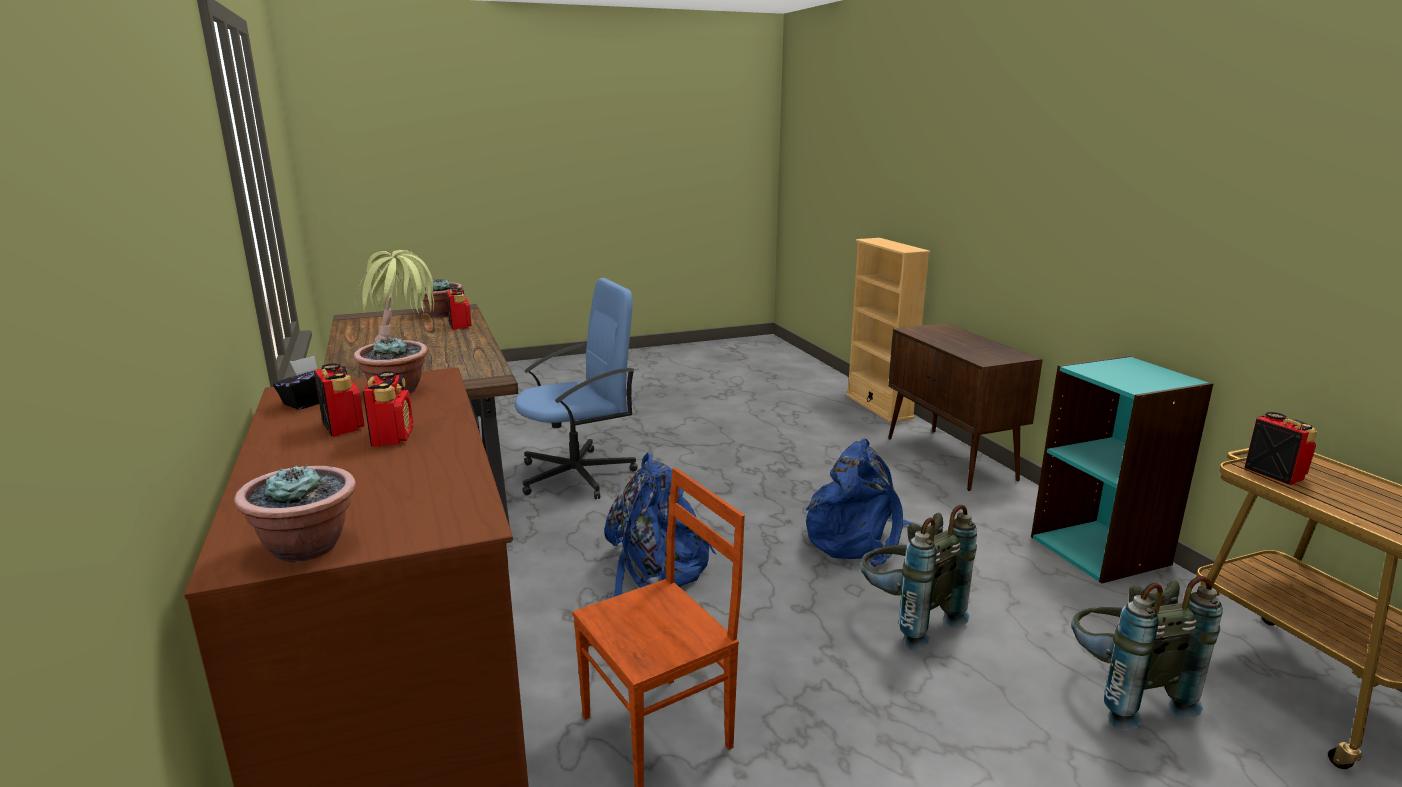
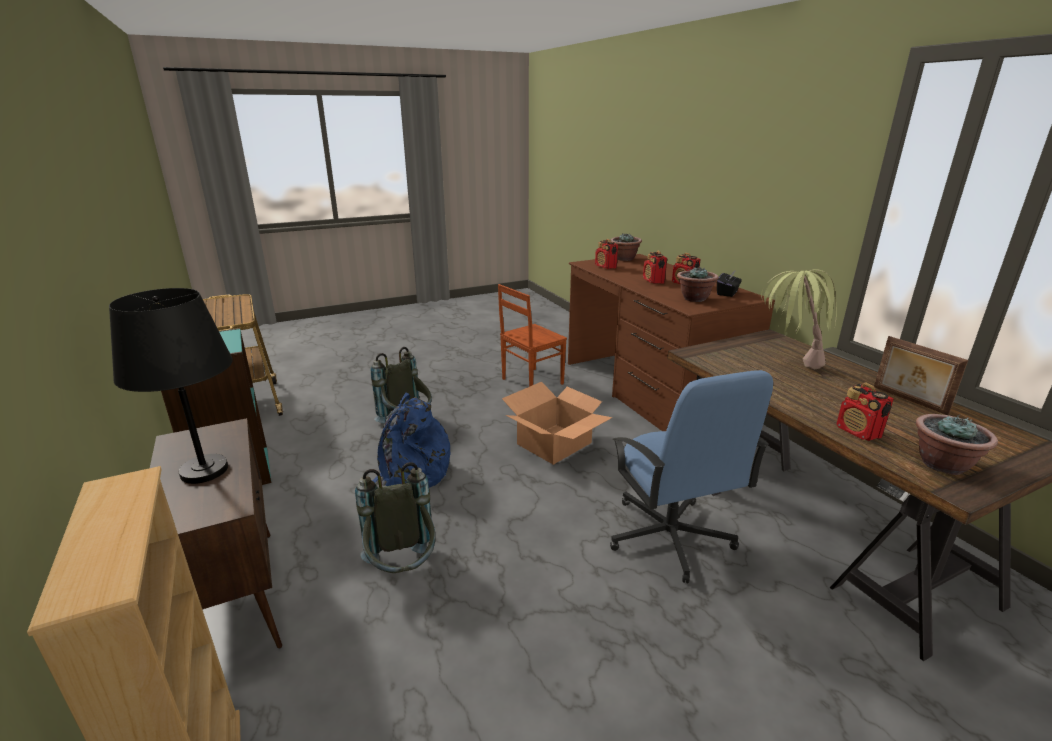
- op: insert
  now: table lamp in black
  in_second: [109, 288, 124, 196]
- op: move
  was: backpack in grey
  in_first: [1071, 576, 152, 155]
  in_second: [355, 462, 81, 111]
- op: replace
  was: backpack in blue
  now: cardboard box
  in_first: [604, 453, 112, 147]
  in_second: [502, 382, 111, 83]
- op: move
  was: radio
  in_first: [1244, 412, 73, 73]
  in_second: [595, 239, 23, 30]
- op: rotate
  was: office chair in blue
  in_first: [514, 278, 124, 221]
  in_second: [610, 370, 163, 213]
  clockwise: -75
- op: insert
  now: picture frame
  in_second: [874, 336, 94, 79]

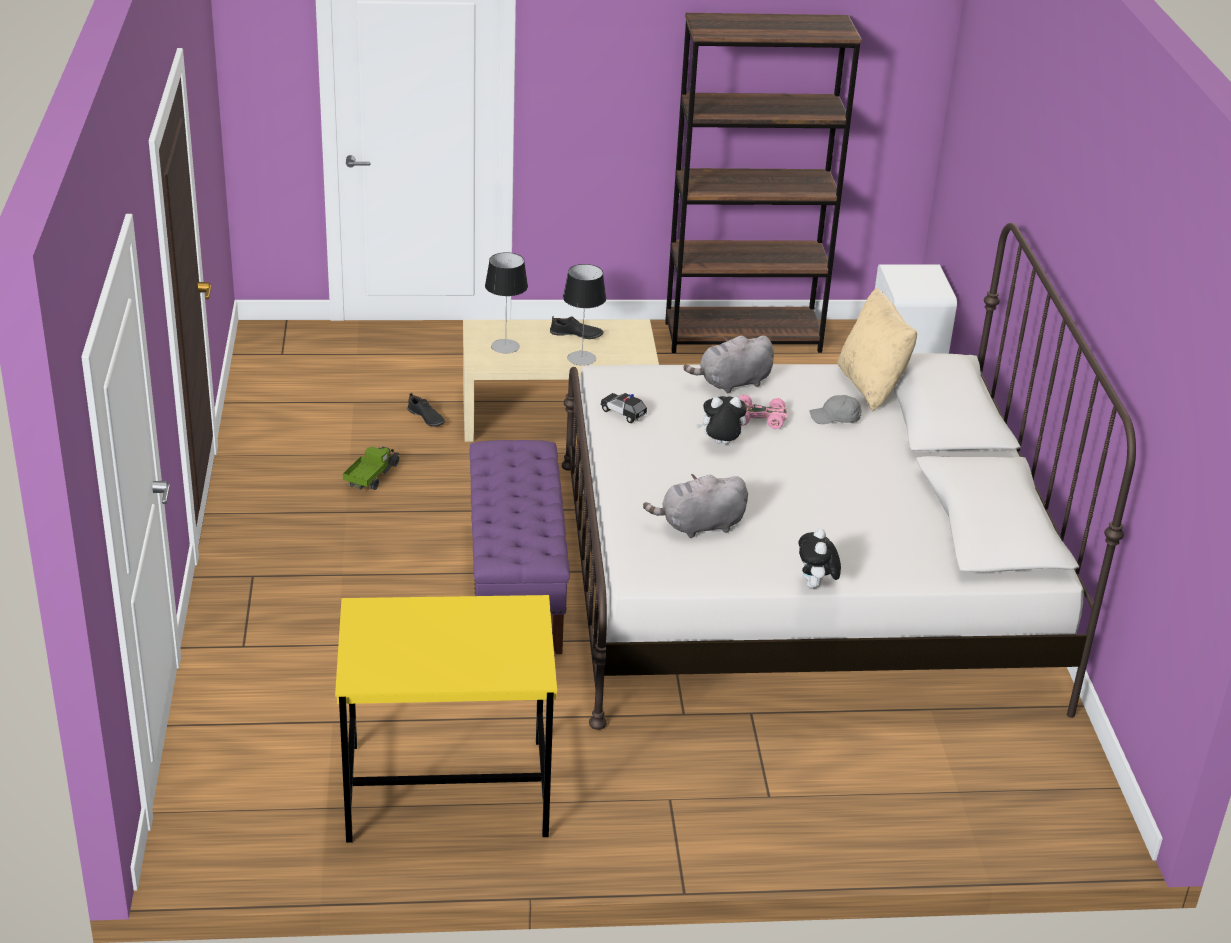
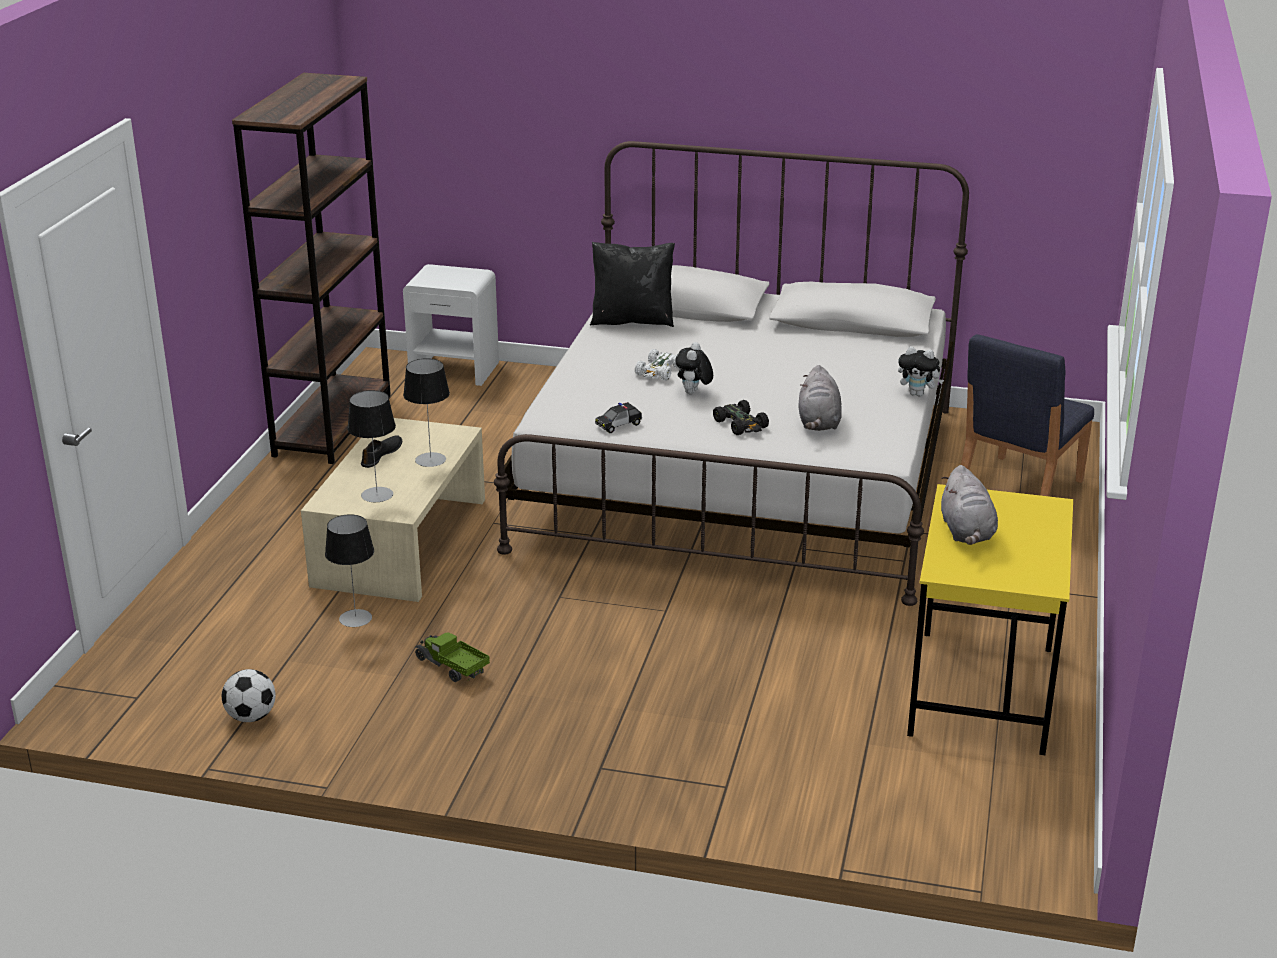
- op: insert
  now: football
  in_second: [222, 669, 54, 53]
- op: replace
  was: shoe in black
  now: table lamp
  in_first: [408, 393, 37, 34]
  in_second: [325, 514, 49, 113]
- op: recolor
  was: pillow in beige
  now: pillow in black
  in_first: [837, 288, 80, 123]
  in_second: [590, 242, 85, 85]
- op: recolor
  was: toy car in pink
  now: toy car in white
  in_first: [739, 395, 48, 34]
  in_second: [635, 349, 44, 32]
- op: insert
  now: toy car in black
  in_second: [713, 400, 56, 35]
- op: move
  was: plush toy in grey
  in_first: [683, 336, 91, 57]
  in_second: [941, 465, 57, 80]
- op: insert
  now: chair in blue
  in_second: [961, 334, 133, 162]
- op: delete
  was: bench in purple
  in_first: [470, 440, 100, 214]
- op: delete
  was: cap in grey
  in_first: [810, 395, 52, 29]

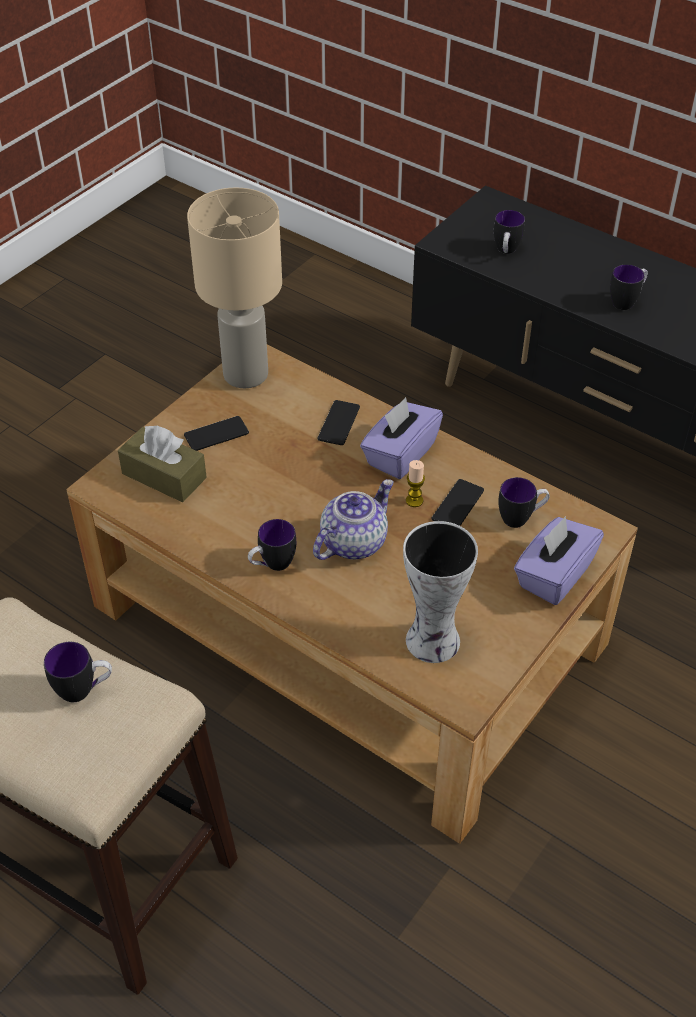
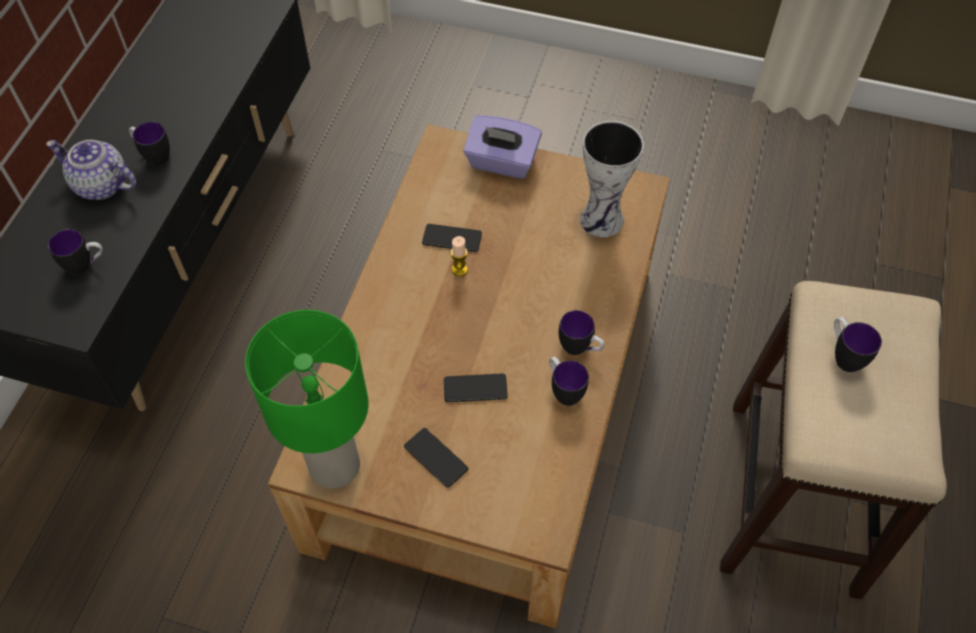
- op: move
  was: teapot
  in_first: [313, 479, 81, 81]
  in_second: [46, 140, 90, 60]
- op: recolor
  was: table lamp in beige
  now: table lamp in green
  in_first: [187, 188, 95, 200]
  in_second: [245, 310, 124, 179]
- op: move
  was: phone
  in_first: [318, 400, 42, 45]
  in_second: [444, 373, 64, 29]
- op: move
  was: mug
  in_first: [498, 477, 52, 51]
  in_second: [549, 357, 40, 49]
- op: delete
  was: tissue box in brown
  in_first: [118, 426, 89, 76]
- op: delete
  was: tissue box in purple
  in_first: [360, 397, 83, 82]

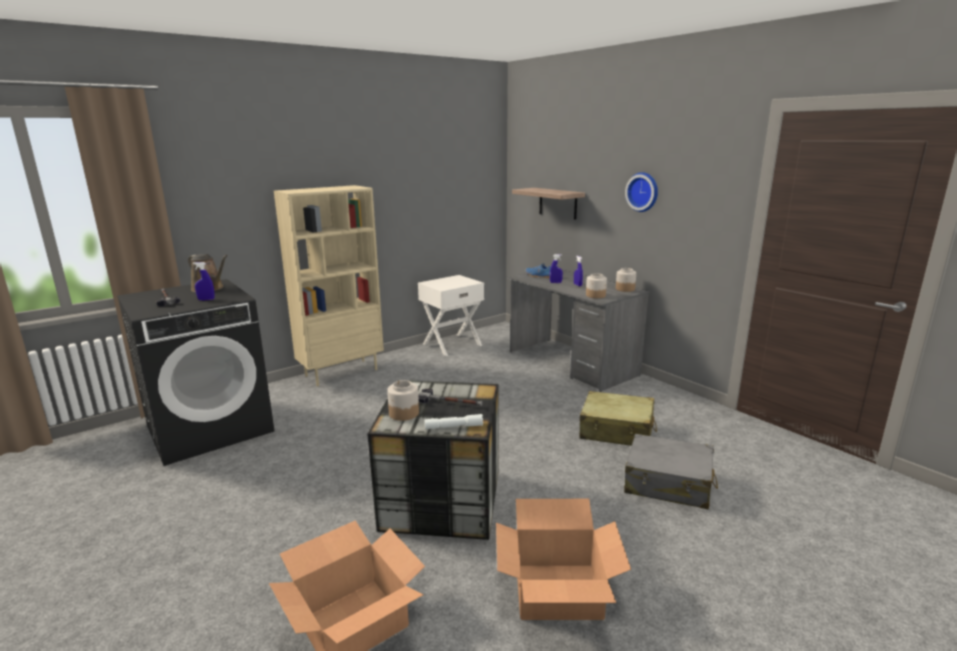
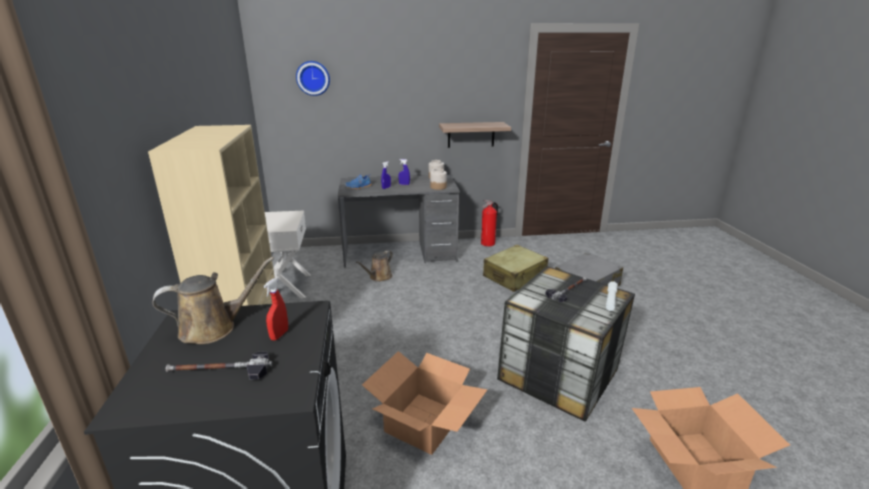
- op: recolor
  was: spray bottle in blue
  now: spray bottle in red
  in_first: [193, 262, 22, 38]
  in_second: [263, 278, 25, 62]
- op: move
  was: wall clock
  in_first: [625, 172, 33, 40]
  in_second: [296, 61, 34, 35]
- op: insert
  now: watering can in brown
  in_second: [356, 250, 37, 32]
- op: move
  was: cardboard box
  in_first: [496, 499, 135, 121]
  in_second: [362, 351, 125, 104]
- op: move
  was: shelf
  in_first: [512, 188, 73, 32]
  in_second: [439, 122, 72, 26]
- op: insert
  now: fire extinguisher
  in_second: [481, 200, 17, 47]
- op: delete
  was: jar
  in_first: [387, 380, 32, 41]

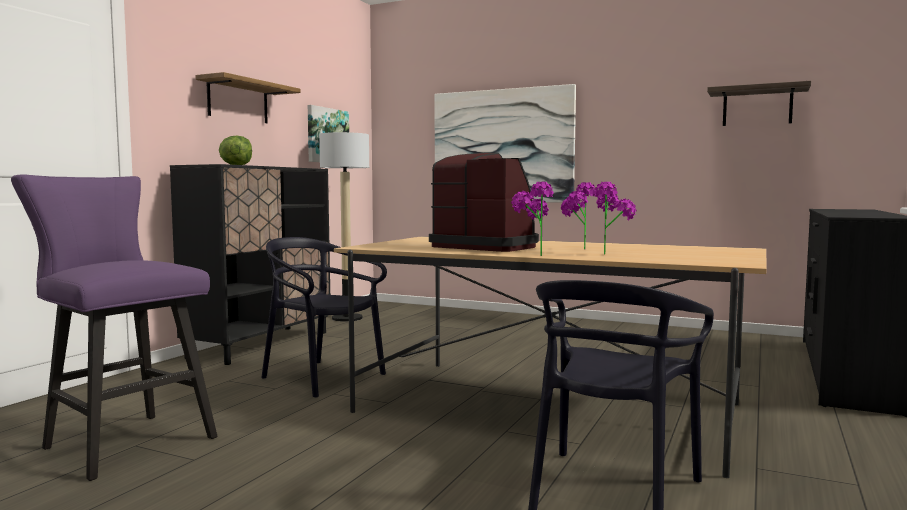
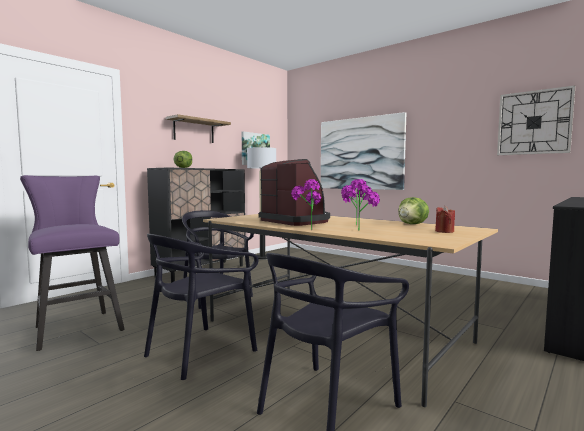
- op: insert
  now: chair in black
  in_second: [144, 234, 115, 146]
- op: insert
  now: lettuce
  in_second: [399, 197, 30, 27]
- op: insert
  now: candle in red
  in_second: [435, 206, 20, 27]
- op: replace
  was: shelf
  now: wall clock
  in_first: [707, 81, 104, 45]
  in_second: [497, 85, 78, 70]

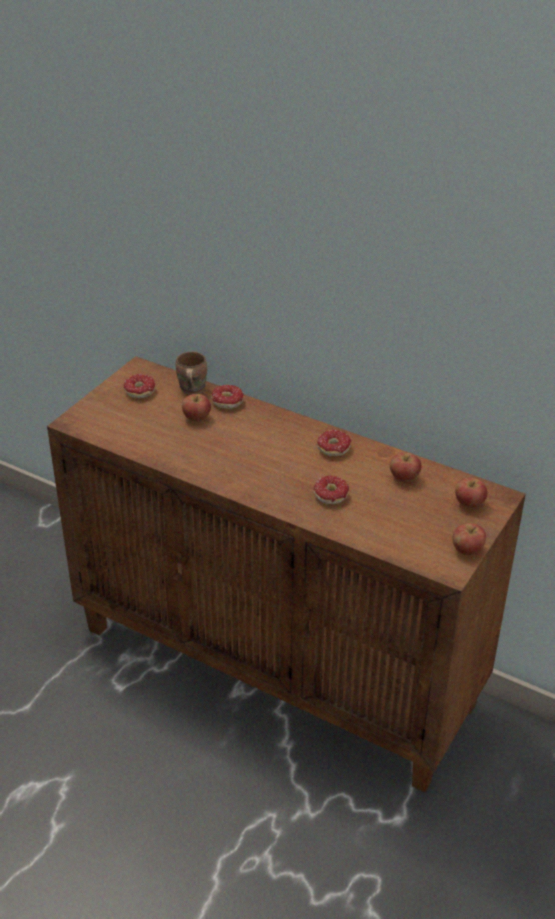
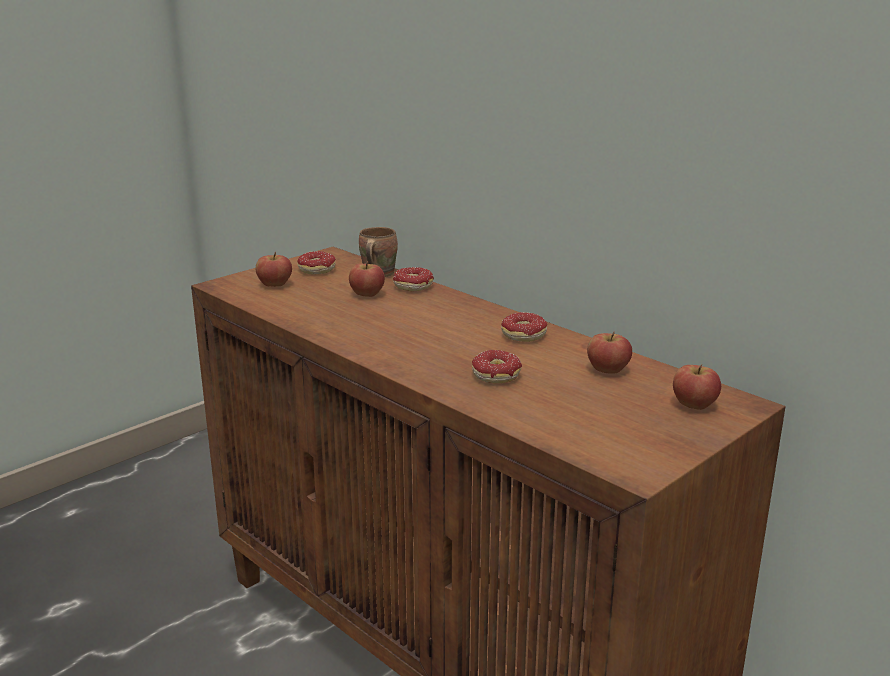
- op: move
  was: apple
  in_first: [453, 523, 33, 32]
  in_second: [256, 252, 36, 35]

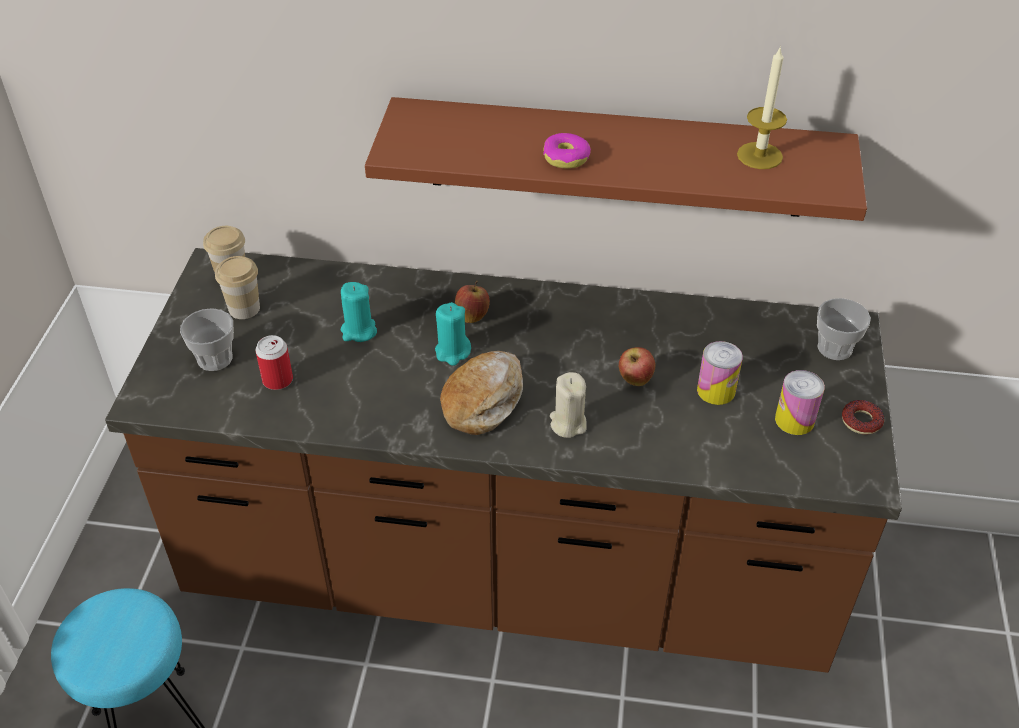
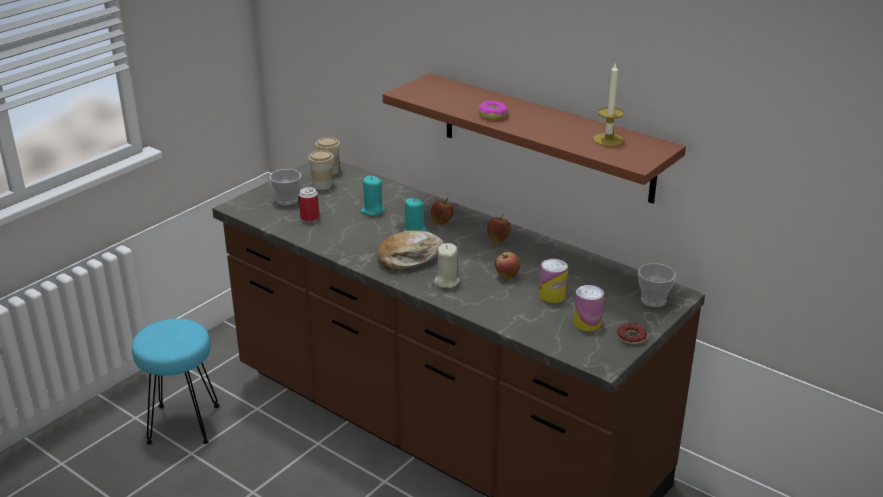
- op: insert
  now: apple
  in_second: [487, 214, 24, 29]

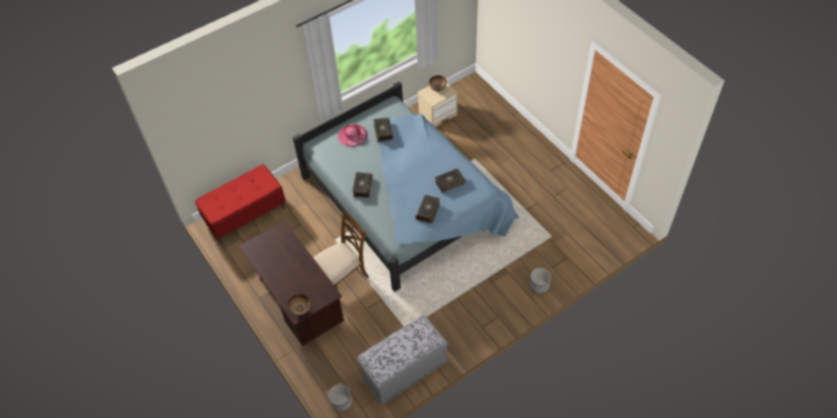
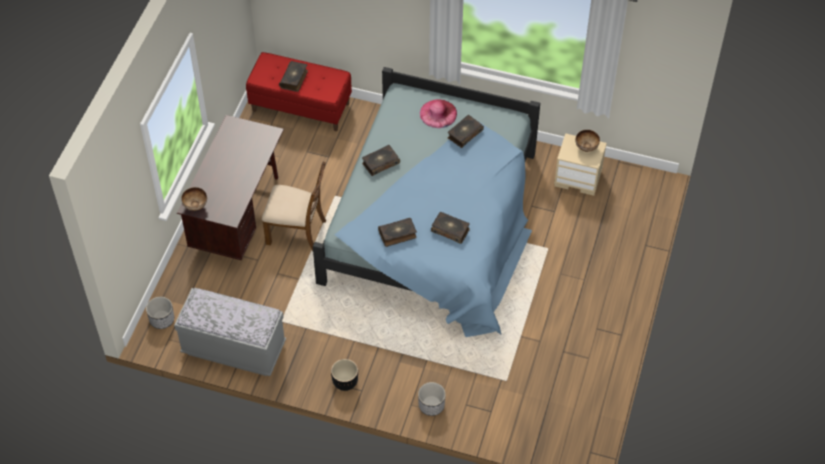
- op: insert
  now: book
  in_second: [279, 61, 29, 31]
- op: insert
  now: planter in black
  in_second: [331, 359, 27, 32]

